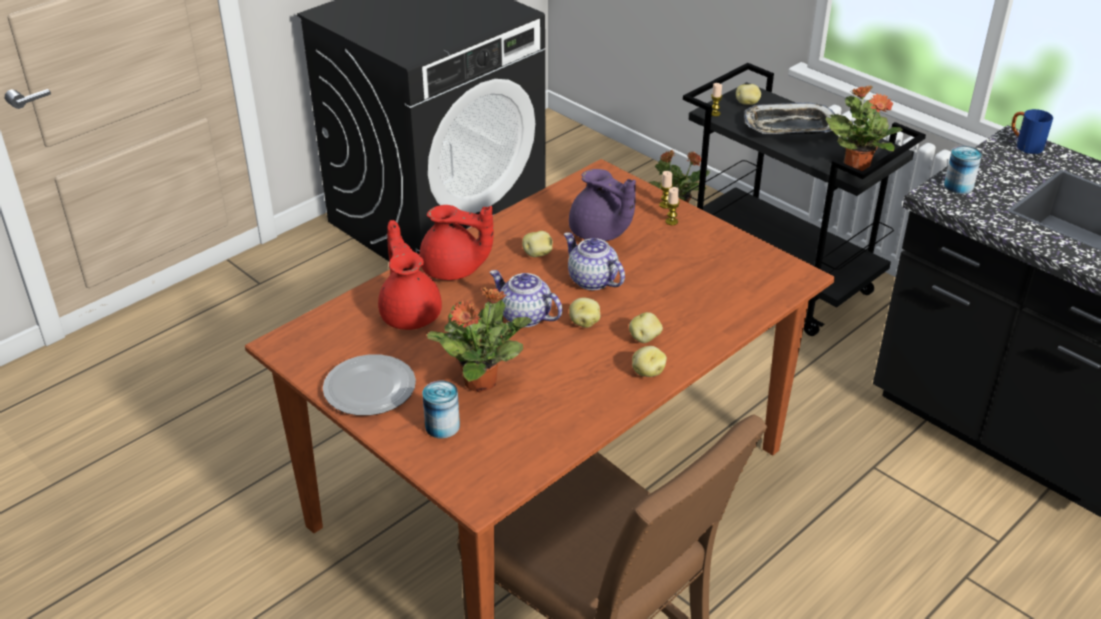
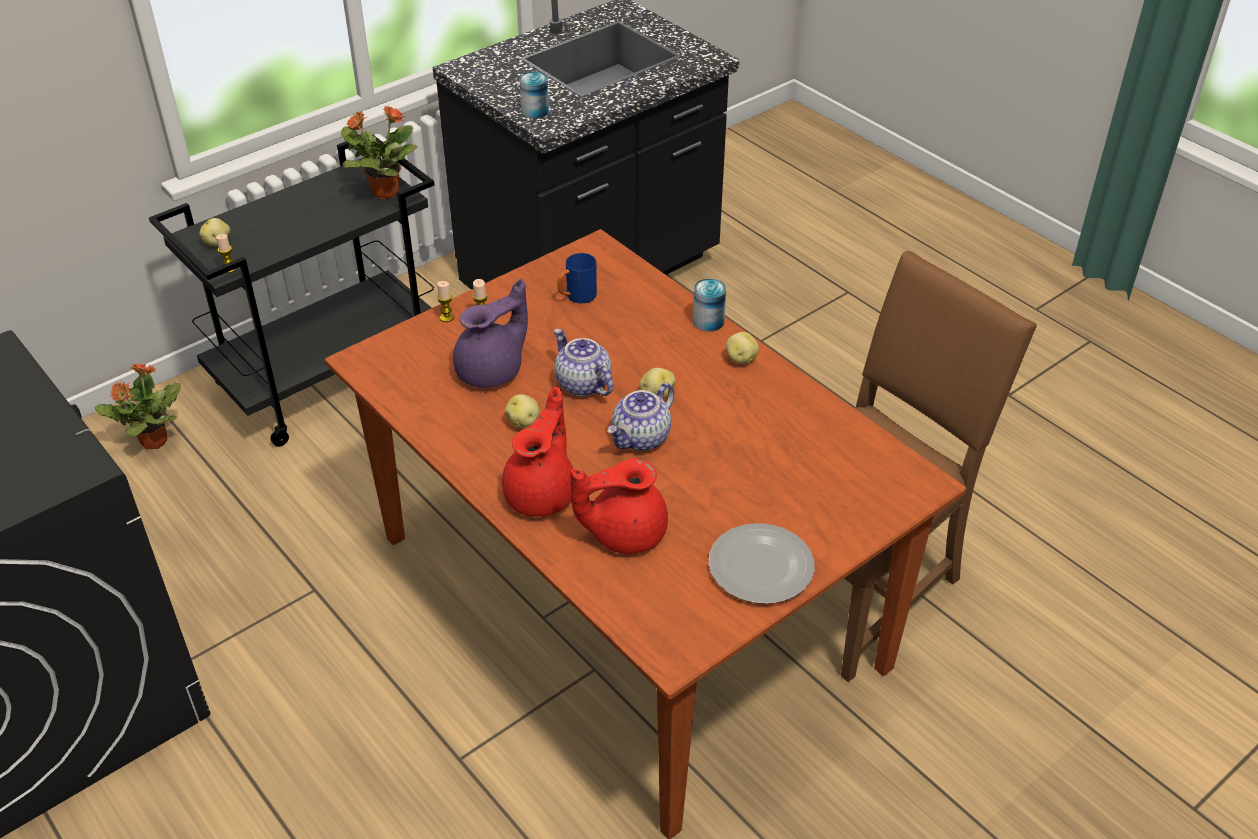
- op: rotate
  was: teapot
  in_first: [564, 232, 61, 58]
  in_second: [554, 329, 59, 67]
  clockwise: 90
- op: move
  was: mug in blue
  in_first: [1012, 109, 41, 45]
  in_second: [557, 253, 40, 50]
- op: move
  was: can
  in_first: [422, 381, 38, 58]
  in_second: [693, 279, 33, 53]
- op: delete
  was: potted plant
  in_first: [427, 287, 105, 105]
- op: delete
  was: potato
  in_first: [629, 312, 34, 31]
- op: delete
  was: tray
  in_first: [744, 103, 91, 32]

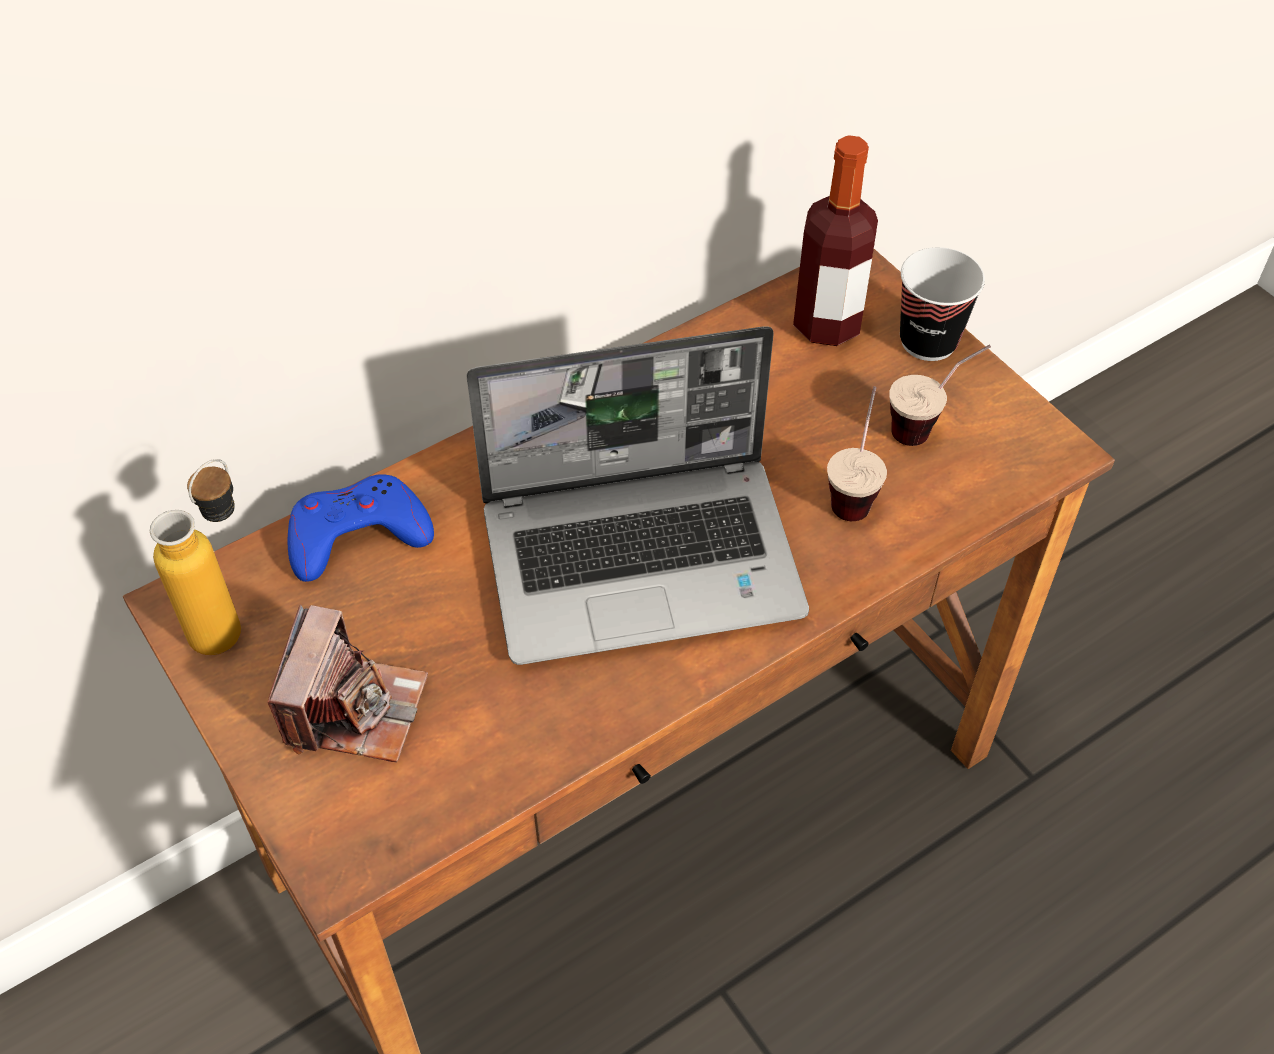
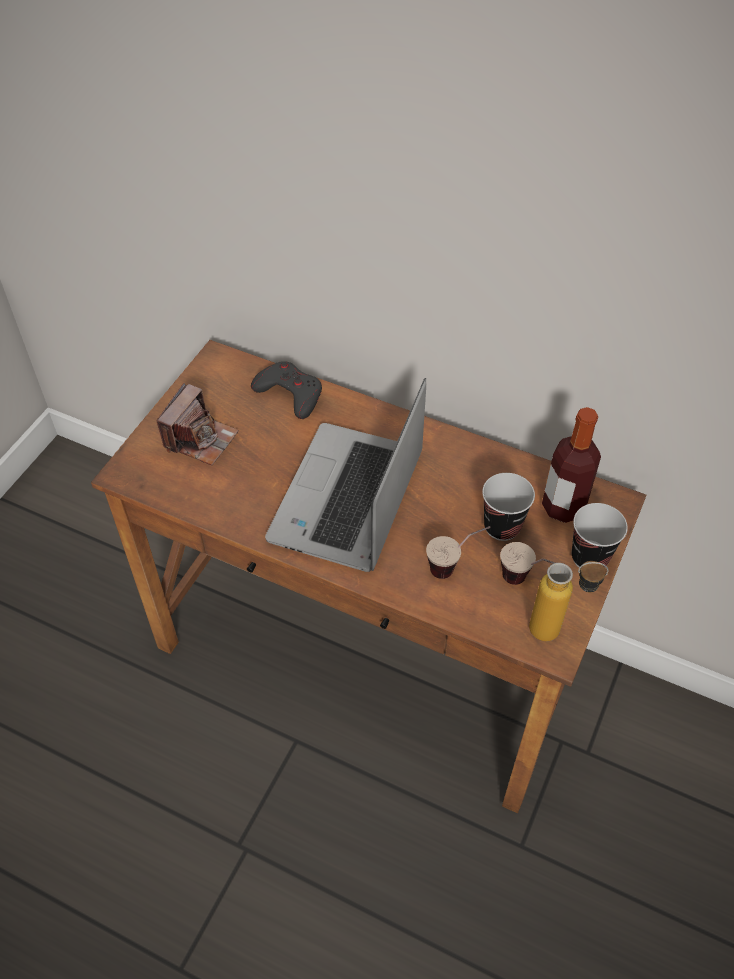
- op: rotate
  was: photo camera
  in_first: [268, 605, 160, 158]
  in_second: [156, 383, 83, 83]
  clockwise: -45
- op: recolor
  was: game controller in blue
  now: game controller in grey
  in_first: [288, 474, 146, 108]
  in_second: [251, 361, 71, 58]
- op: rotate
  was: laptop
  in_first: [466, 326, 343, 339]
  in_second: [265, 378, 161, 194]
  clockwise: 60
- op: insert
  now: cup
  in_second: [482, 473, 53, 68]
- op: move
  was: bottle
  in_first: [150, 459, 91, 196]
  in_second: [529, 561, 80, 80]

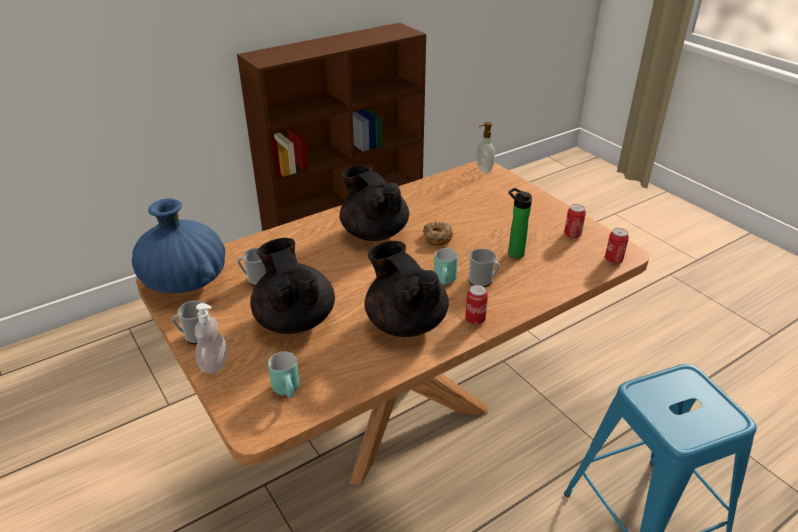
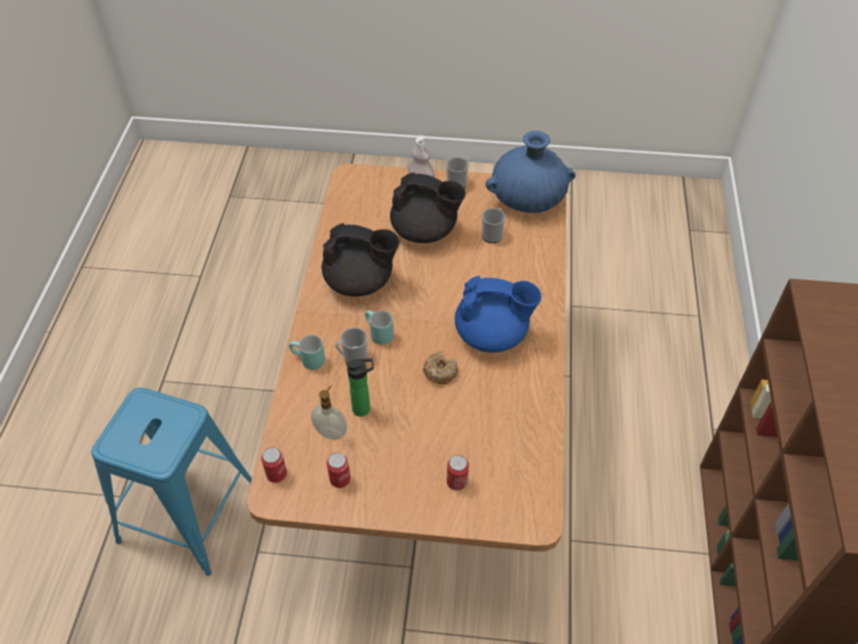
- op: move
  was: mug in turquoise
  in_first: [268, 352, 32, 46]
  in_second: [289, 335, 36, 35]
- op: move
  was: soap dispenser
  in_first: [476, 122, 19, 51]
  in_second: [311, 385, 36, 55]
- op: move
  was: can
  in_first: [465, 285, 23, 40]
  in_second: [447, 455, 22, 35]
- op: recolor
  was: teapot in black
  now: teapot in blue
  in_first: [340, 164, 69, 77]
  in_second: [455, 276, 87, 77]

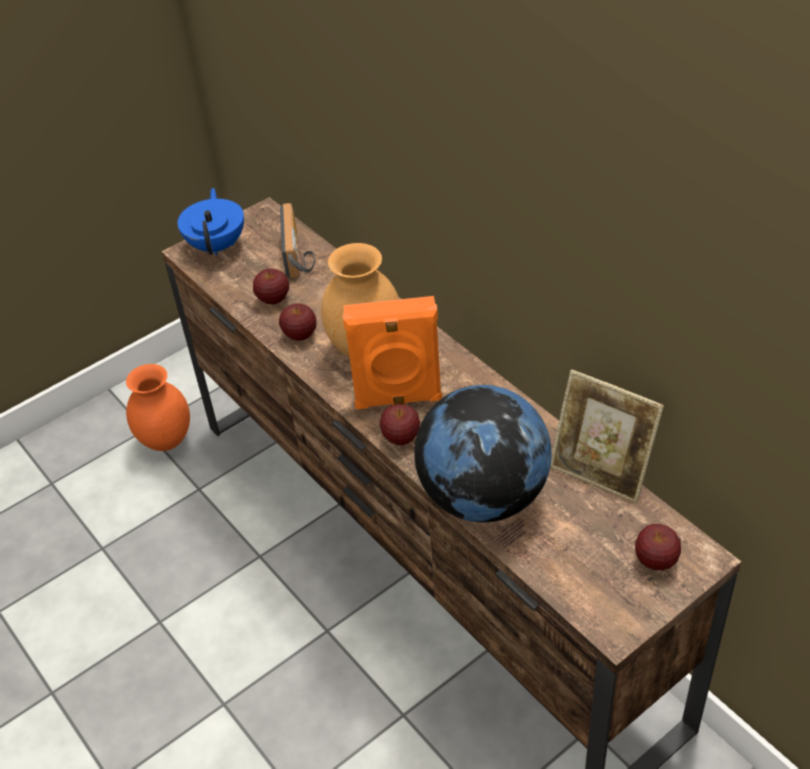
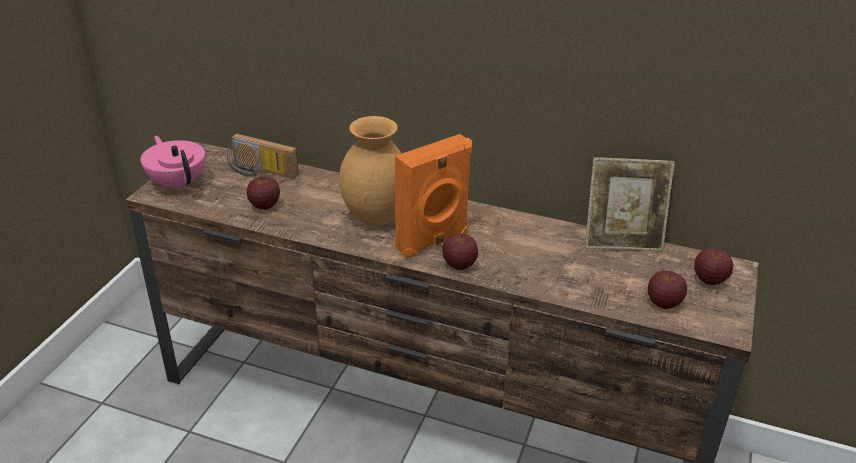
- op: recolor
  was: teapot in blue
  now: teapot in pink
  in_first: [178, 188, 66, 68]
  in_second: [140, 136, 65, 54]
- op: rotate
  was: radio
  in_first: [280, 203, 35, 75]
  in_second: [227, 133, 72, 46]
  clockwise: 150
- op: move
  was: apple
  in_first: [279, 303, 37, 38]
  in_second: [648, 271, 39, 38]
- op: delete
  was: vase in orange
  in_first: [126, 364, 64, 87]
- op: delete
  was: globe
  in_first: [414, 385, 138, 137]

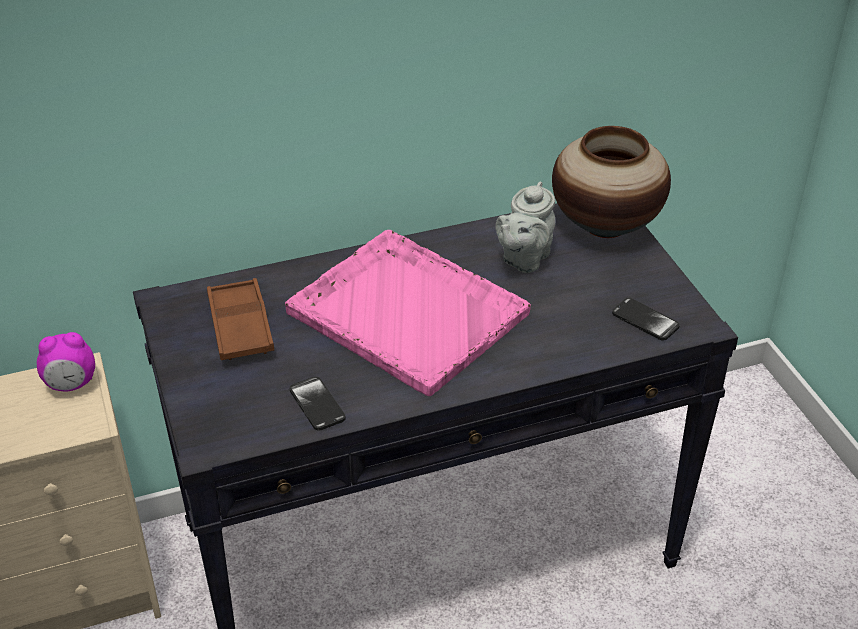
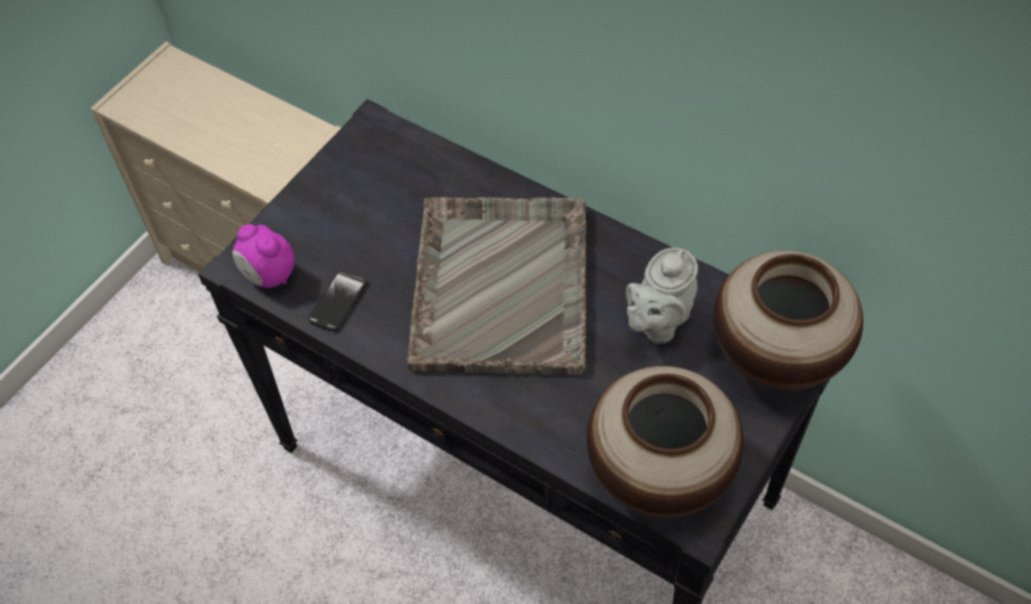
- op: move
  was: alarm clock
  in_first: [37, 332, 58, 59]
  in_second: [233, 224, 61, 64]
- op: recolor
  was: tray in pink
  now: tray in grey
  in_first: [285, 230, 246, 166]
  in_second: [407, 197, 180, 178]
- op: replace
  was: phone
  now: vase
  in_first: [612, 298, 68, 43]
  in_second: [587, 366, 157, 152]
- op: rotate
  was: teapot in grey
  in_first: [496, 182, 60, 91]
  in_second: [626, 247, 72, 97]
  clockwise: -45
- op: delete
  was: tray in brown
  in_first: [207, 278, 67, 82]

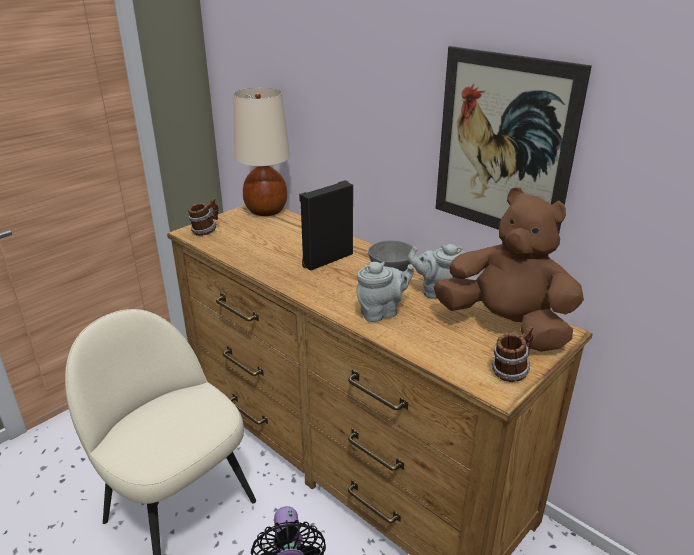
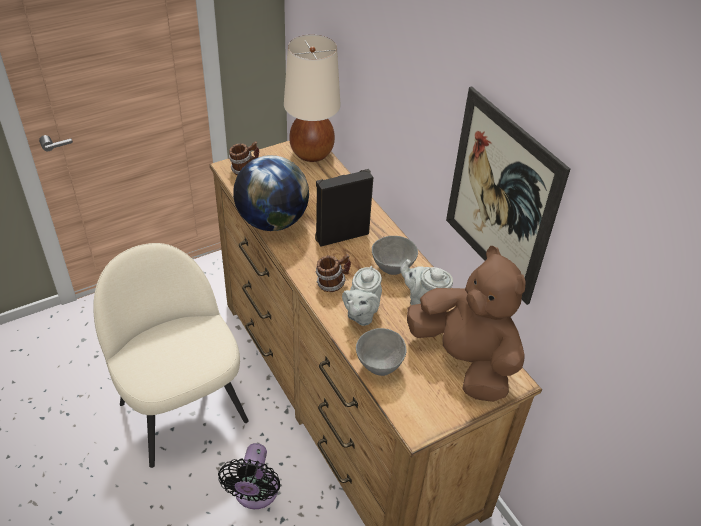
- op: insert
  now: globe
  in_second: [233, 155, 76, 76]
- op: move
  was: mug
  in_first: [491, 326, 42, 56]
  in_second: [316, 254, 35, 38]
- op: rotate
  was: teapot in grey
  in_first: [357, 262, 57, 60]
  in_second: [342, 266, 40, 60]
  clockwise: 120
- op: insert
  now: bowl in grey
  in_second: [356, 328, 51, 48]

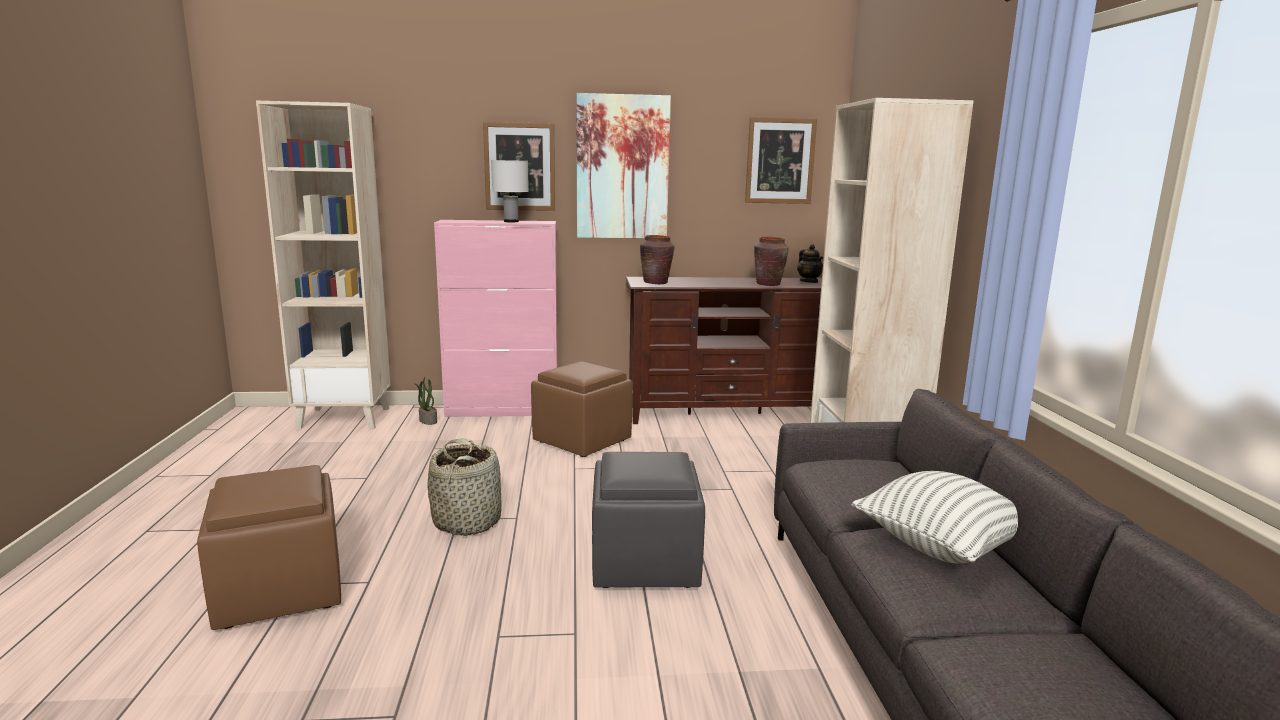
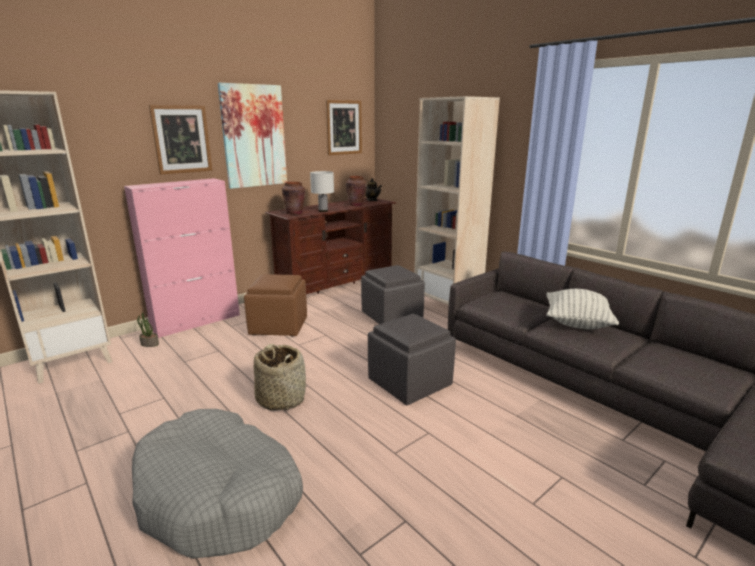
- op: replace
  was: ottoman in brown
  now: dog bed in grey
  in_first: [197, 465, 144, 165]
  in_second: [132, 409, 171, 150]
- op: move
  was: table lamp in white
  in_first: [491, 160, 38, 62]
  in_second: [310, 171, 24, 41]
- op: insert
  now: ottoman in grey
  in_second: [361, 265, 64, 59]

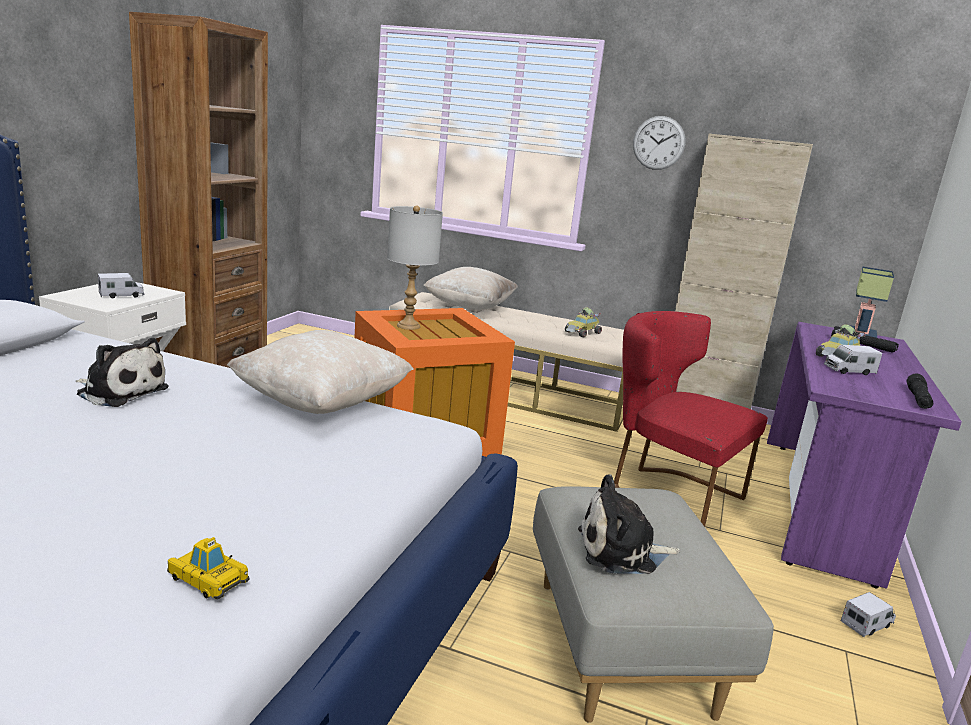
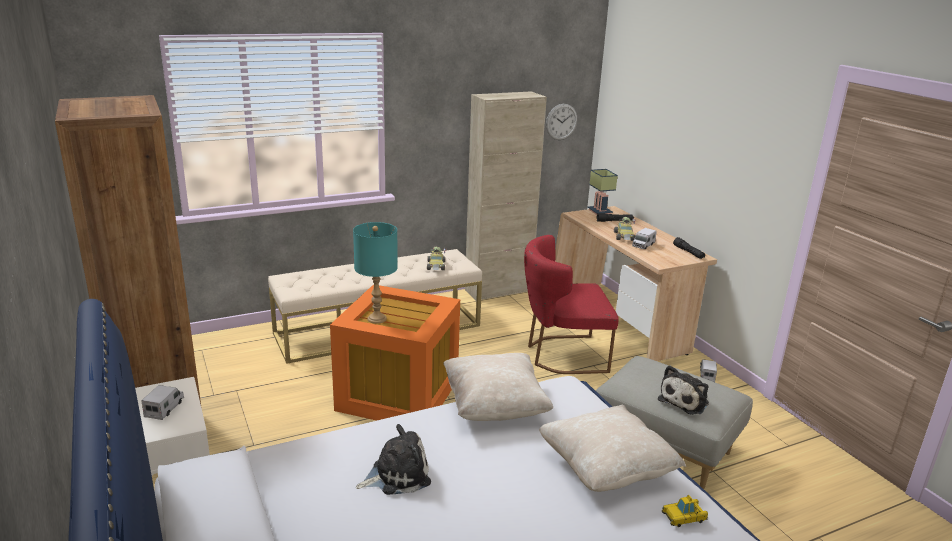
- op: recolor
  was: table lamp in grey
  now: table lamp in turquoise
  in_first: [387, 205, 56, 125]
  in_second: [353, 222, 45, 102]
- op: move
  was: pillow in beige
  in_first: [423, 267, 95, 43]
  in_second: [539, 405, 147, 87]
- op: move
  was: wall clock
  in_first: [633, 116, 53, 54]
  in_second: [546, 104, 31, 36]
- op: recolor
  was: desk in purple
  now: desk in beige
  in_first: [767, 322, 195, 267]
  in_second: [555, 206, 162, 155]

